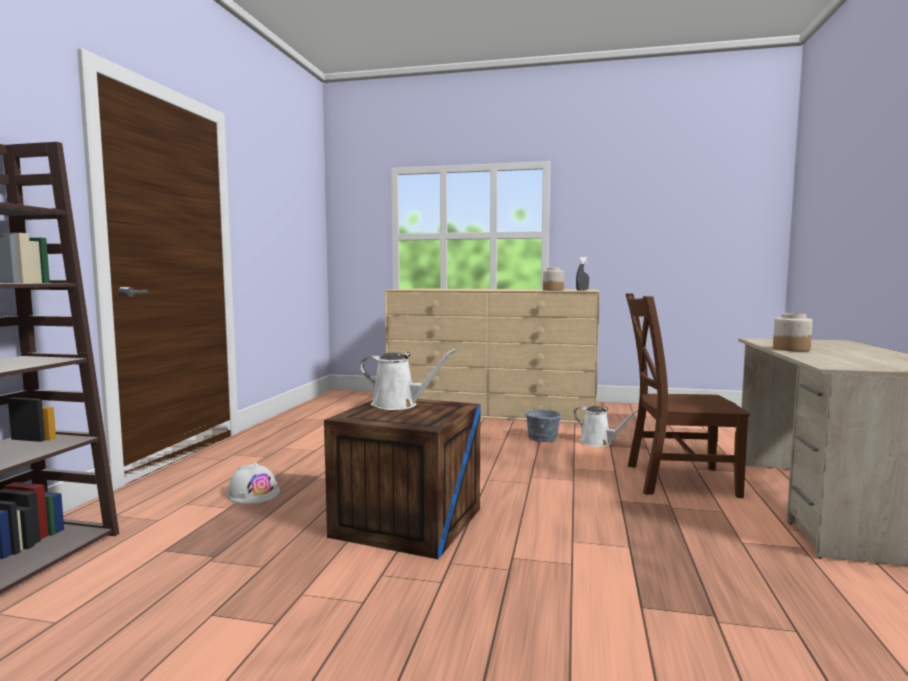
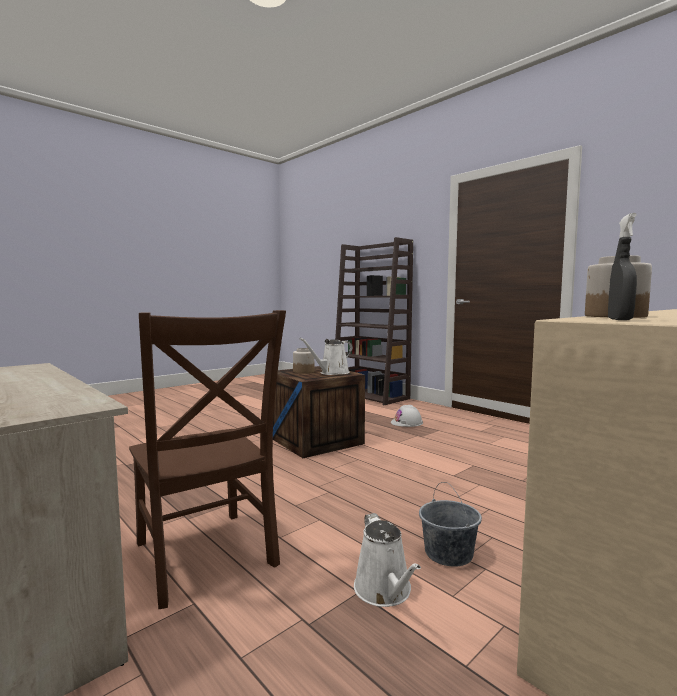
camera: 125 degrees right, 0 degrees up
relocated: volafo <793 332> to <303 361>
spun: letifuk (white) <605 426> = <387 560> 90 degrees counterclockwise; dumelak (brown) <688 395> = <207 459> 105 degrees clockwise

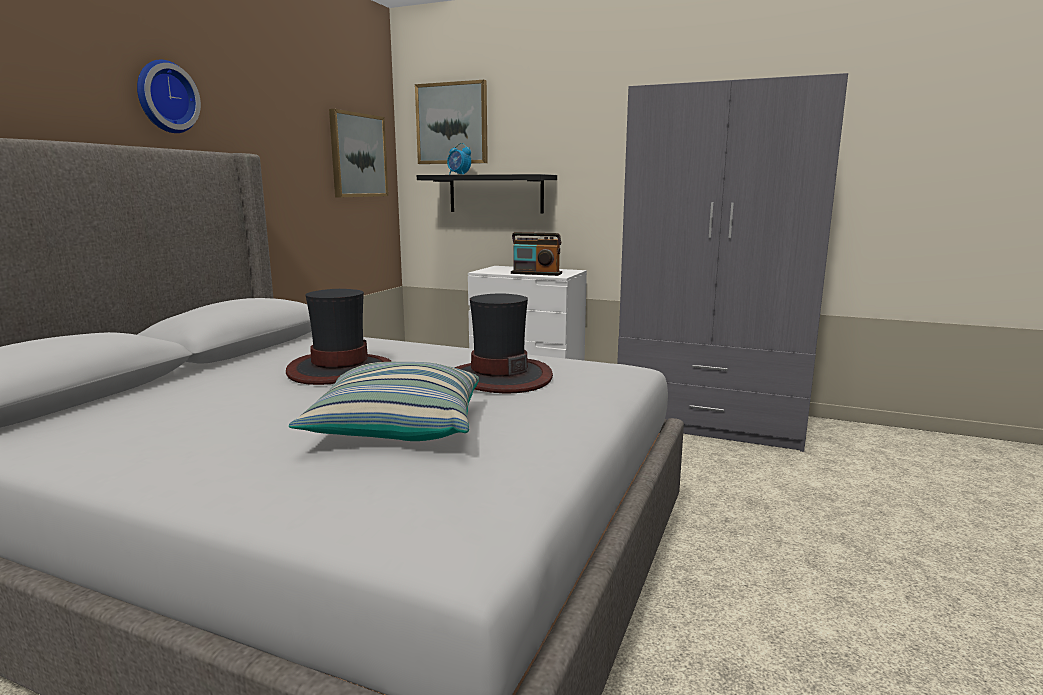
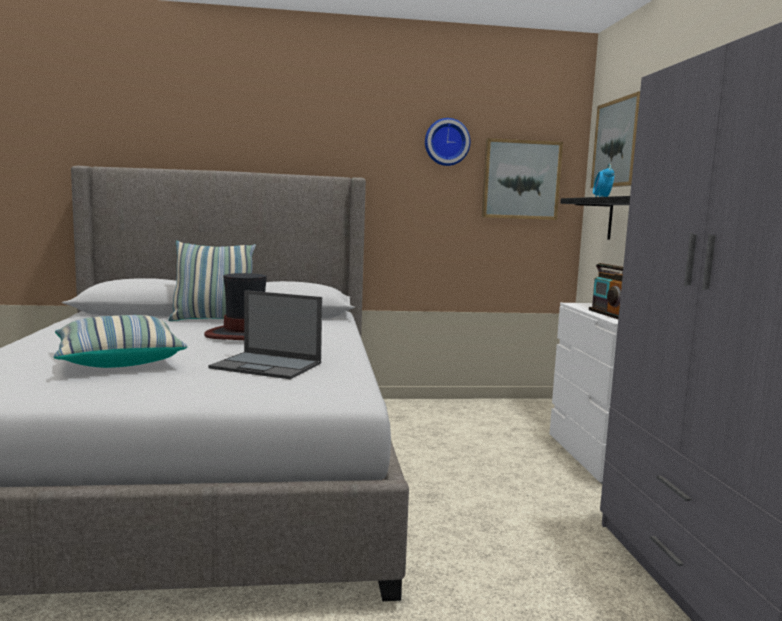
camera: 60 degrees right, 5 degrees down
appeared: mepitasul <212 281>
relocated: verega <169 96> to <447 142>
exchanged: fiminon <503 343> to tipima <265 334>

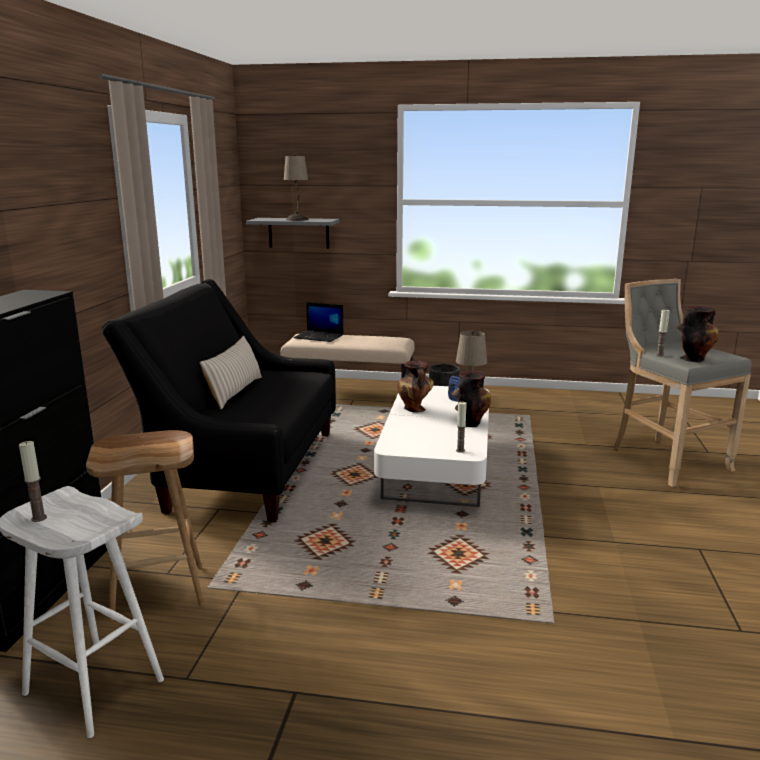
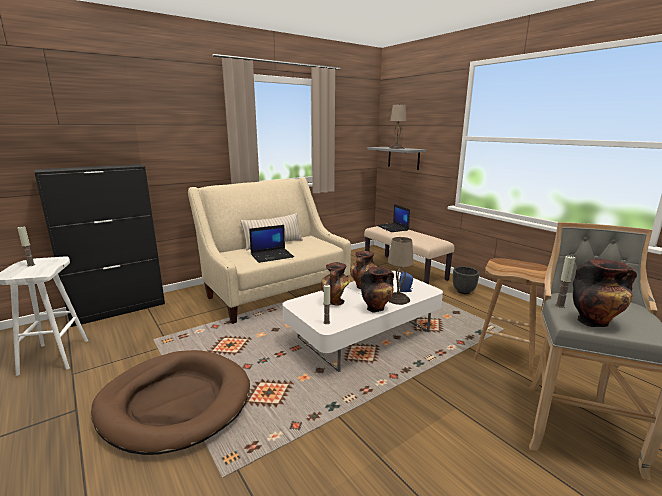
camera: 45 degrees right, 0 degrees up
appeared: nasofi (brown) <170 402>; tipima <271 244>; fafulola <335 284>
relocated: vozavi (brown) <145 525> to <511 317>
colour: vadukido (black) <219 400> to vadukido (beige) <269 251>

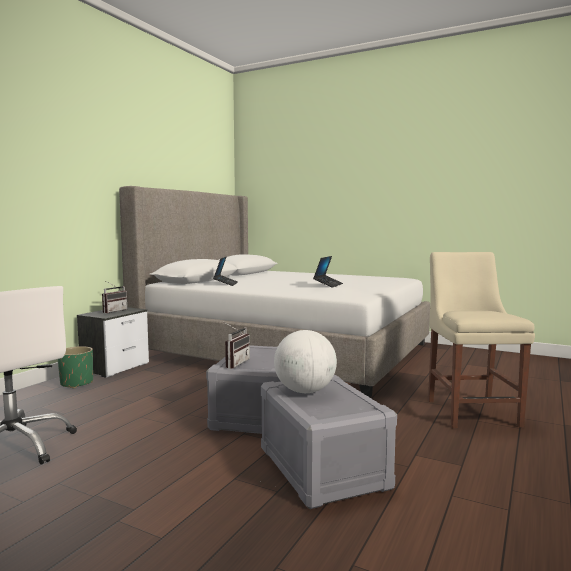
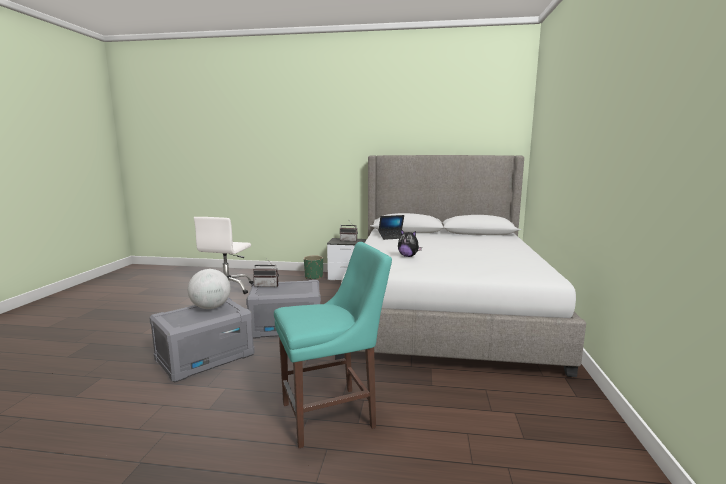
camera: 70 degrees right, 5 degrees up
exchanged: tipima <328 271> to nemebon <410 243>
colour: dumelak (beige) <481 340> to dumelak (turquoise) <333 345>

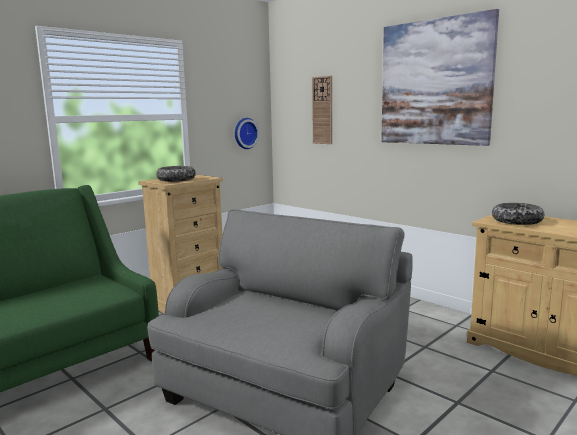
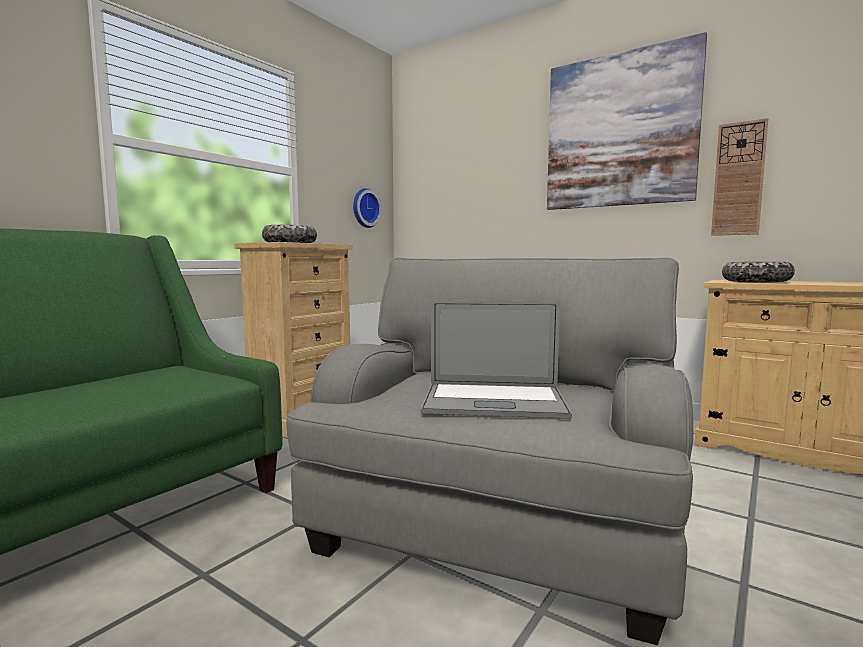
camera: 10 degrees left, 5 degrees down
appeared: tipima <496 359>
relocated: verega <322 110> to <739 177>

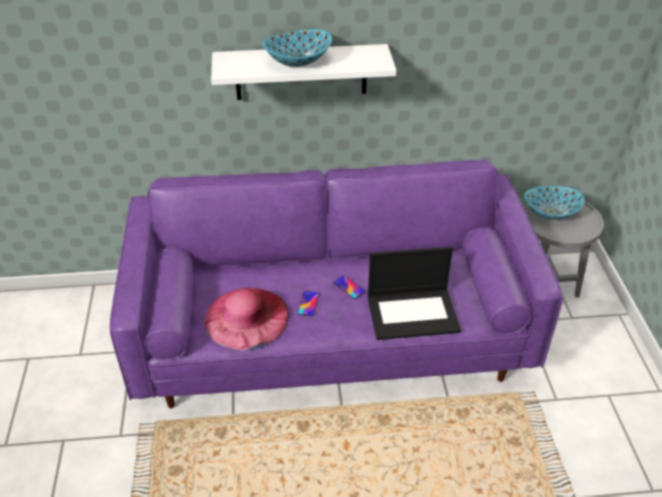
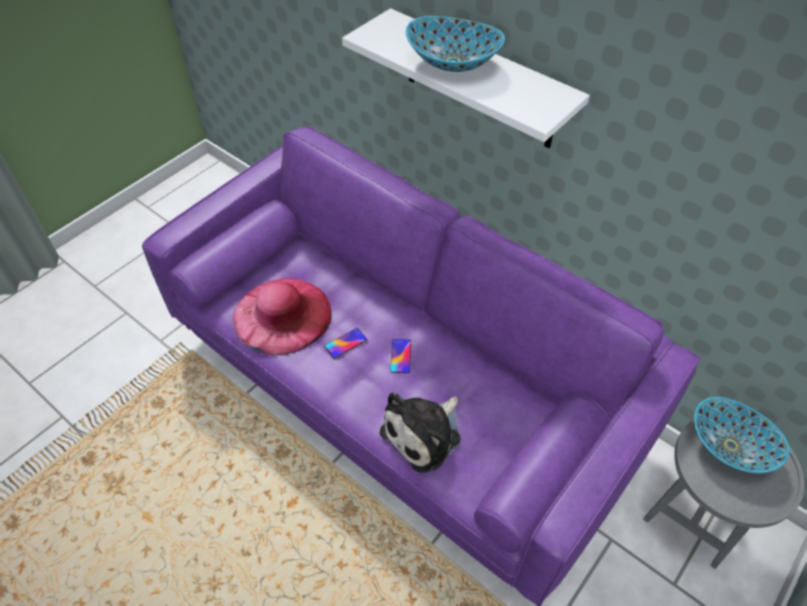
camera: 45 degrees right, 10 degrees up
exchanged: tipima <414 293> to nemebon <420 432>

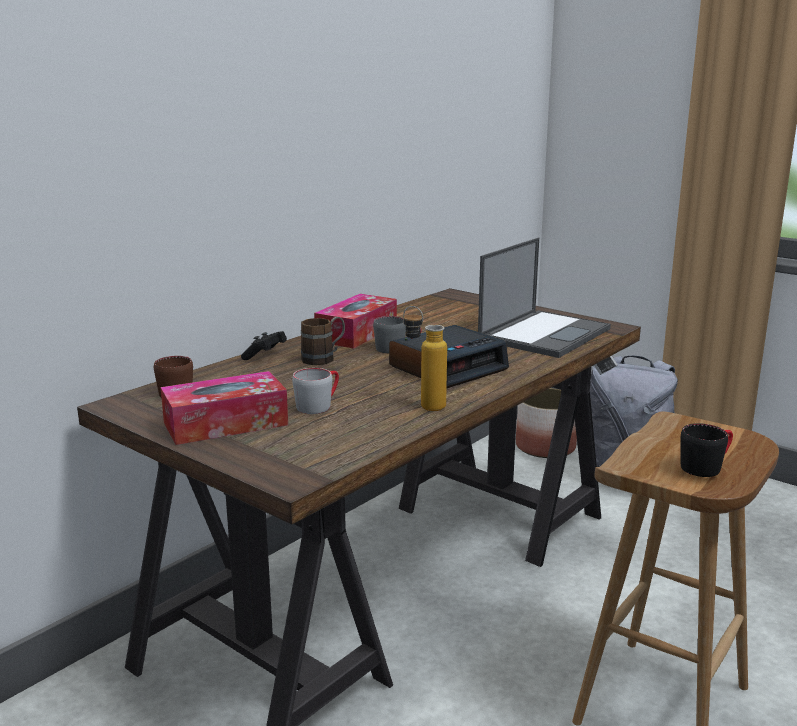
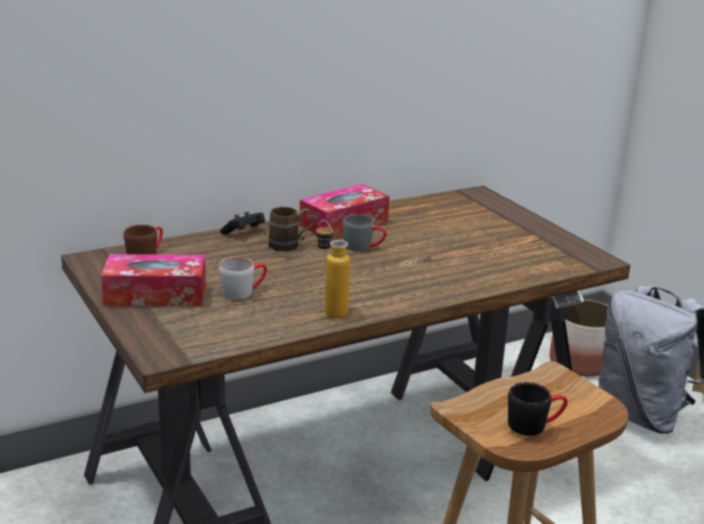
camera: 20 degrees right, 5 degrees up
missing: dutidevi <449 357>; tipima <544 298>

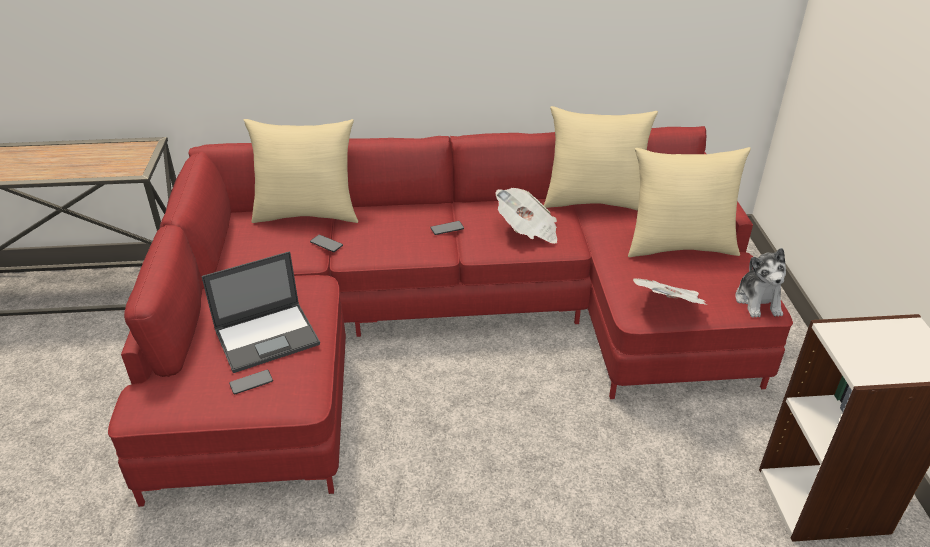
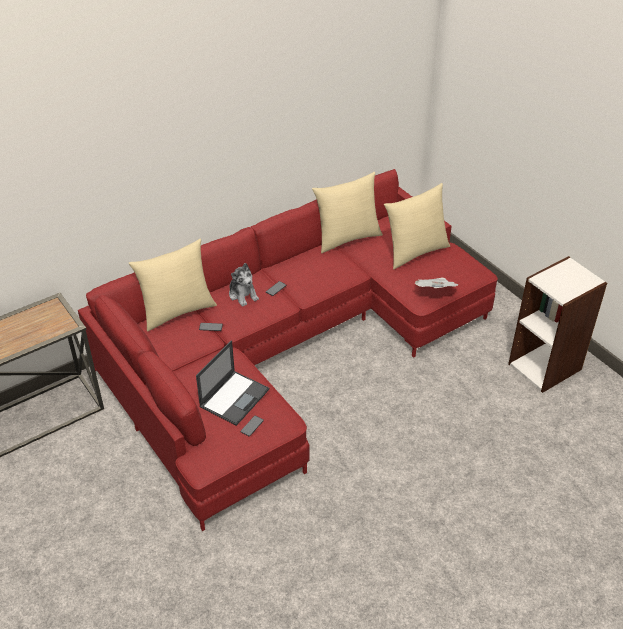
camera: 30 degrees left, 5 degrees up
missing: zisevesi <526 216>
relocated: nemebon <760 283> to <244 285>

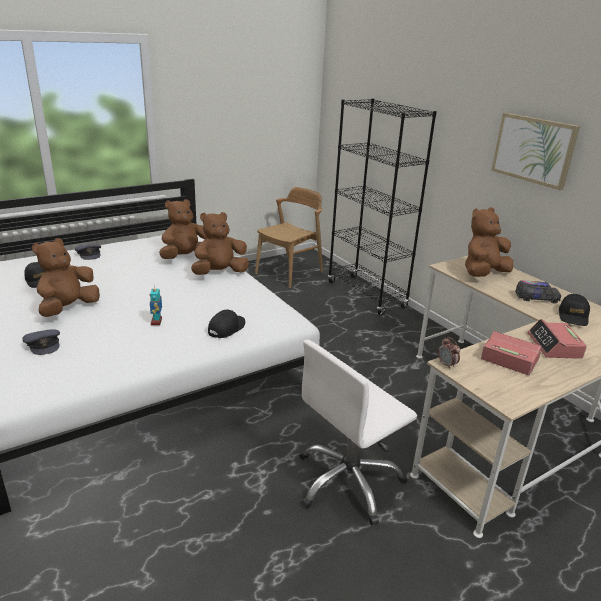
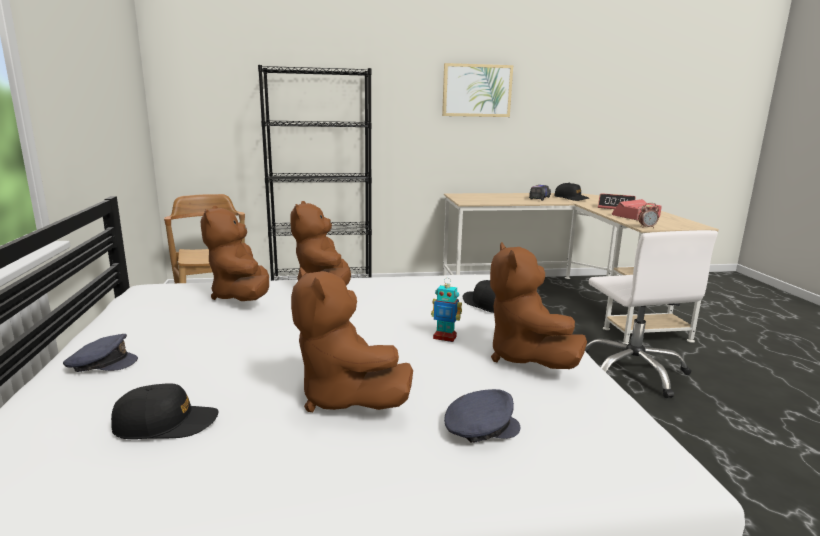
camera: 65 degrees left, 10 degrees down
relocated: nemebon (brown) <489 242> to <538 305>

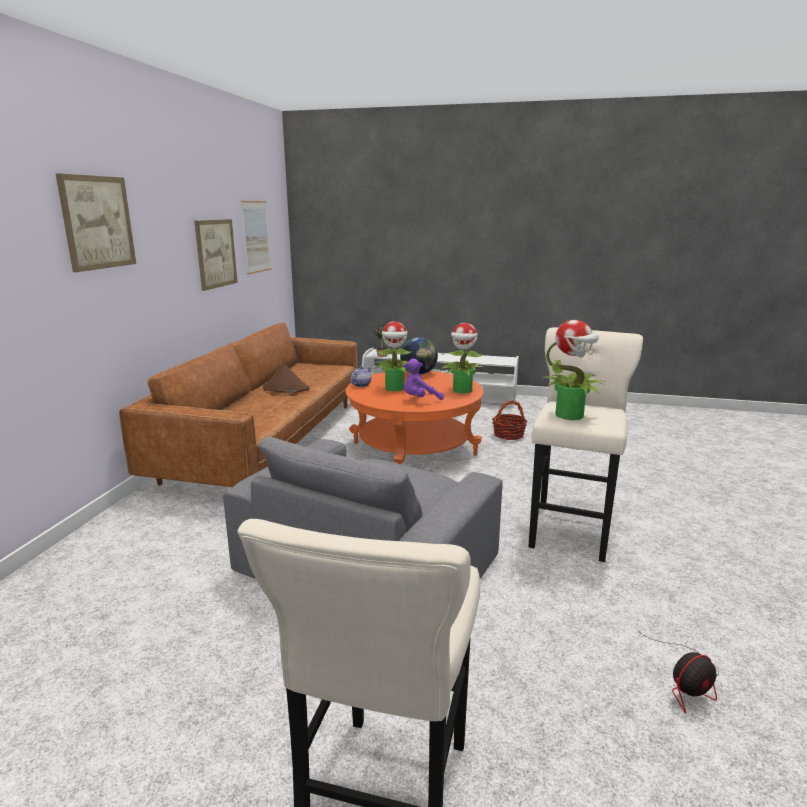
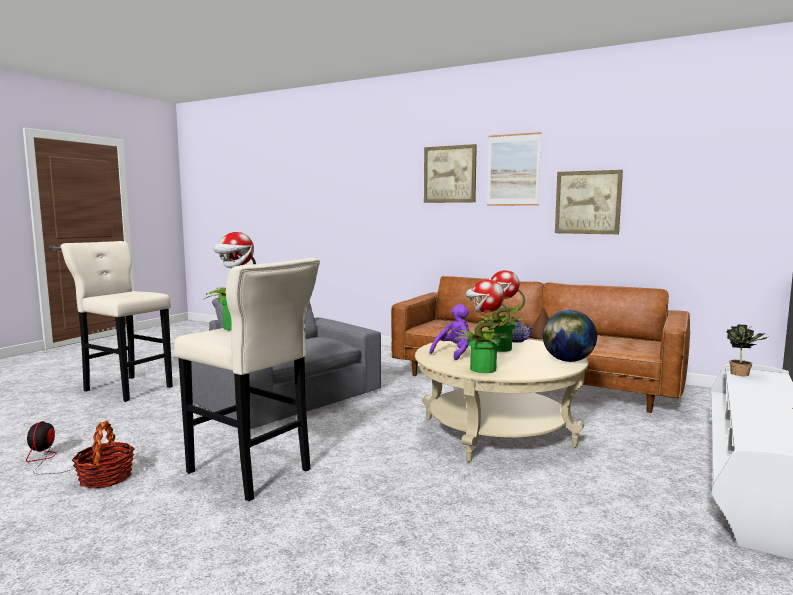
camera: 105 degrees right, 10 degrees down
relocated: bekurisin <256 238> to <514 169>; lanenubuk <510 420> to <103 455>
colour: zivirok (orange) <415 418> to zivirok (beige) <501 400>
spun: nemebon (purple) <424 379> = <449 332> 45 degrees clockwise

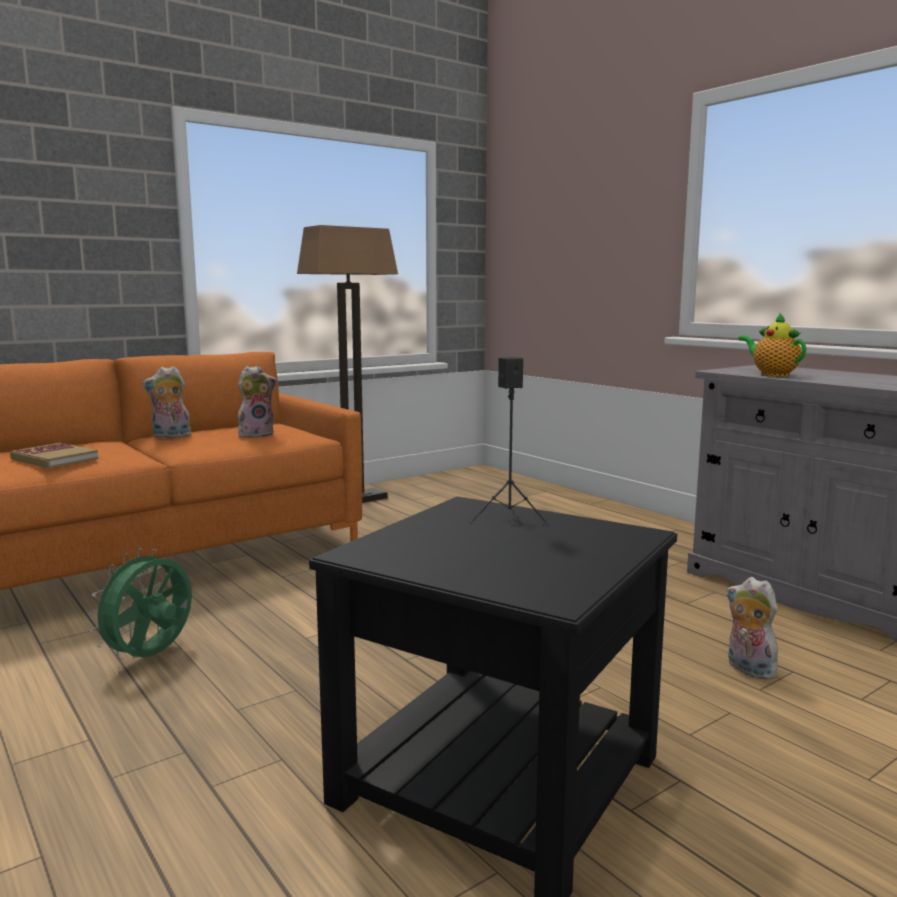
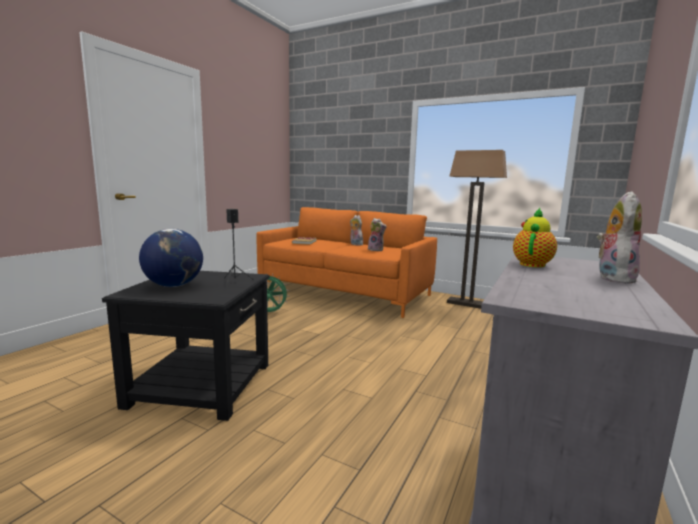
camera: 65 degrees right, 0 degrees up
appeared: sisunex <171 258>
relocated: nemebon <755 628> to <619 237>

